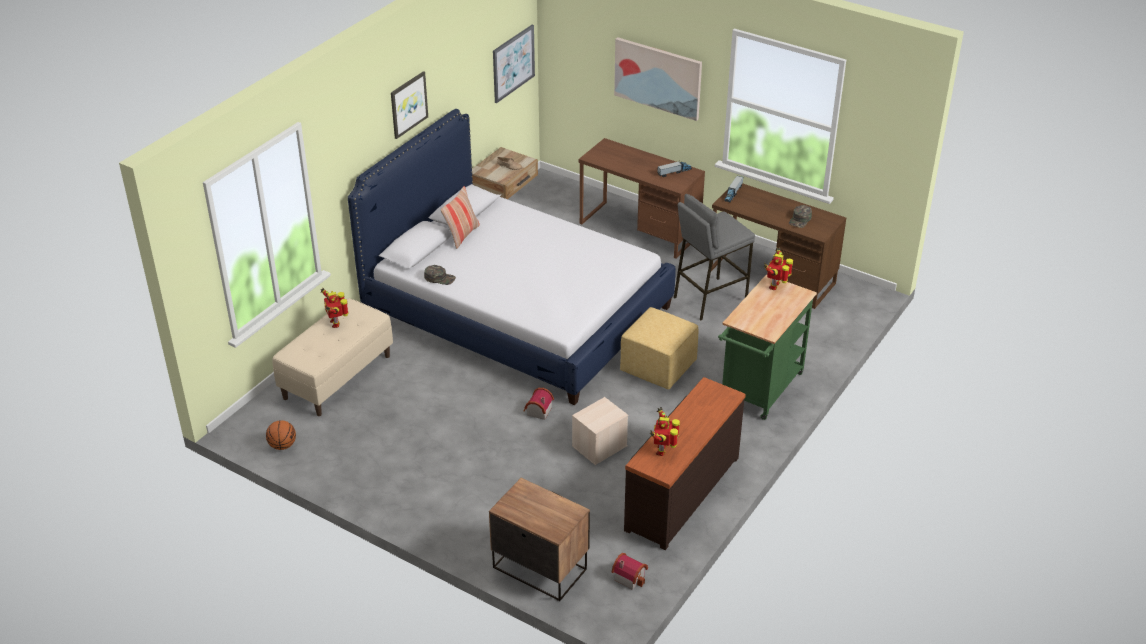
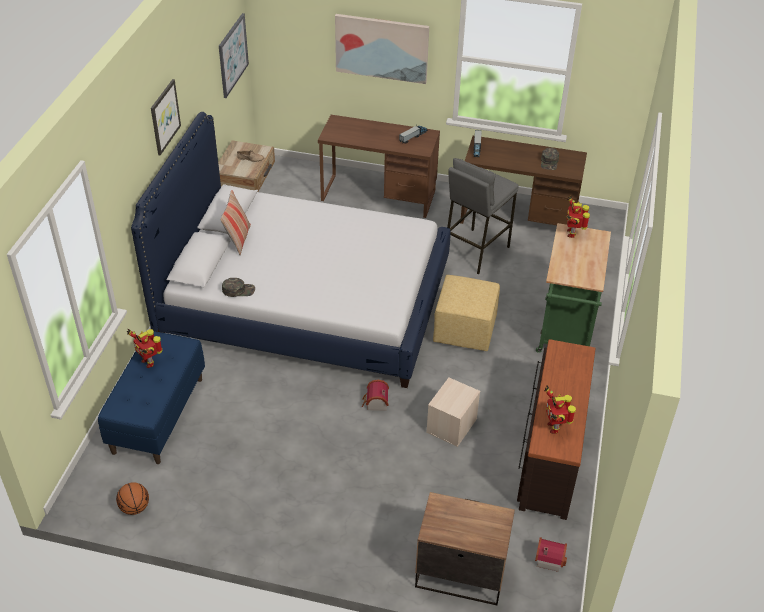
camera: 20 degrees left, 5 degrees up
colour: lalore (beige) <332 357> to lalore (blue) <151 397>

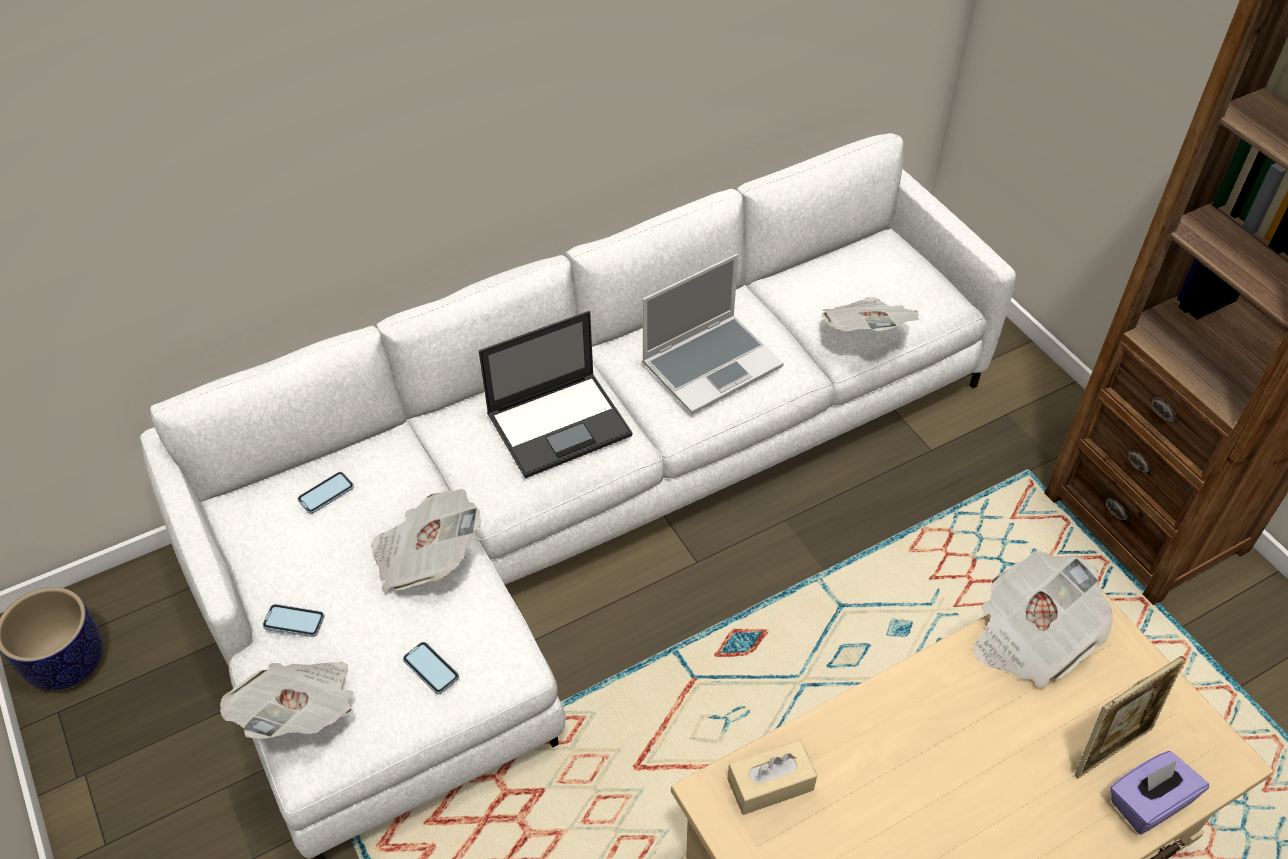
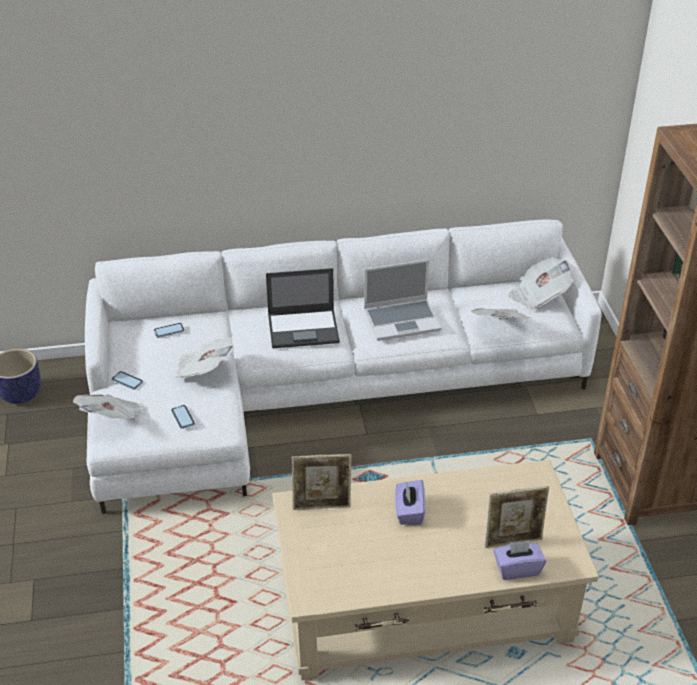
camera: 20 degrees right, 10 degrees down
appeared: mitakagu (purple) <410 502>
relocated: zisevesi <1043 619> to <540 283>
exchanged: mitakagu (beige) <772 777> to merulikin <322 482>

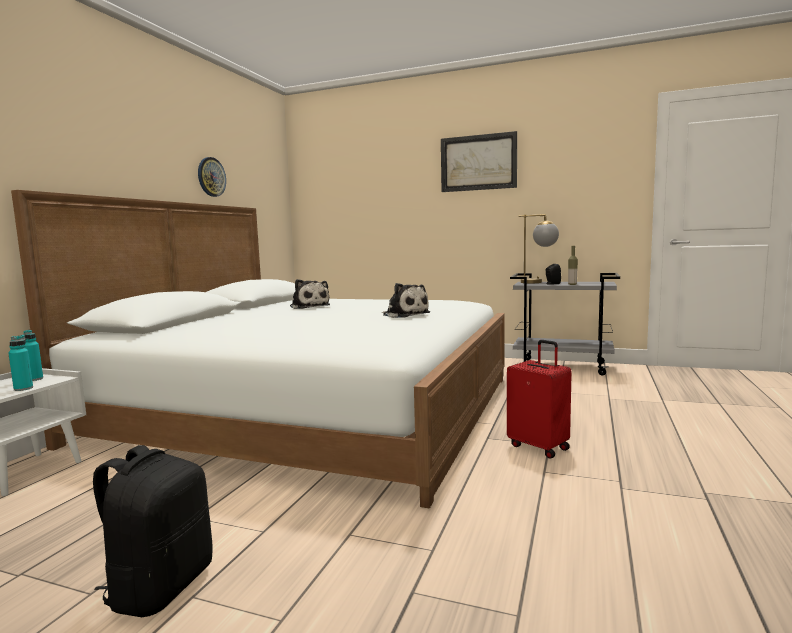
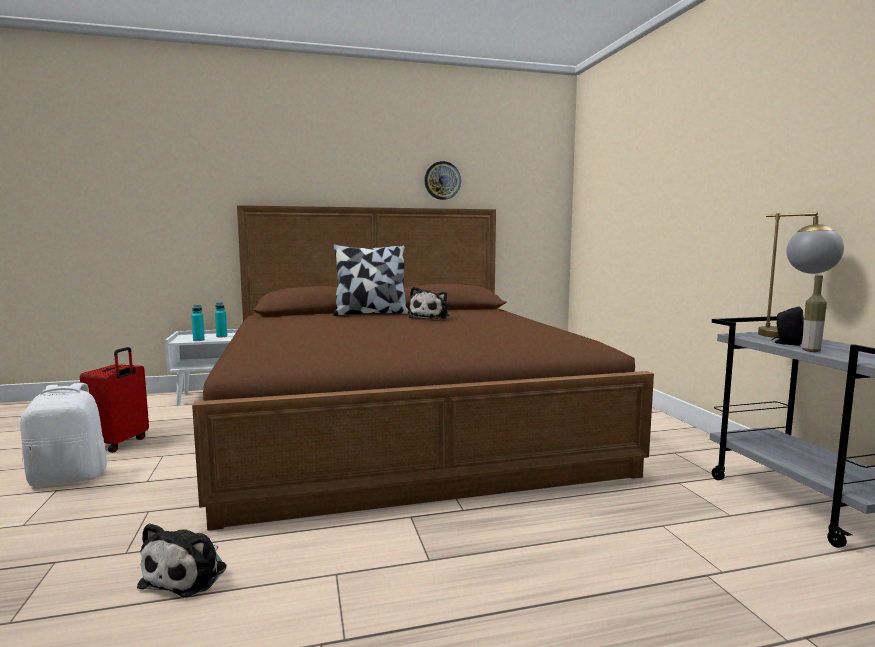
camera: 55 degrees right, 0 degrees up
missing: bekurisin <479 161>
appeared: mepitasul <371 280>
relocated: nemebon <406 300> to <182 560>; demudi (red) <539 399> to <114 399>
colour: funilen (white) <257 349> to funilen (brown) <423 368>; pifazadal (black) <153 531> to pifazadal (white) <63 434>

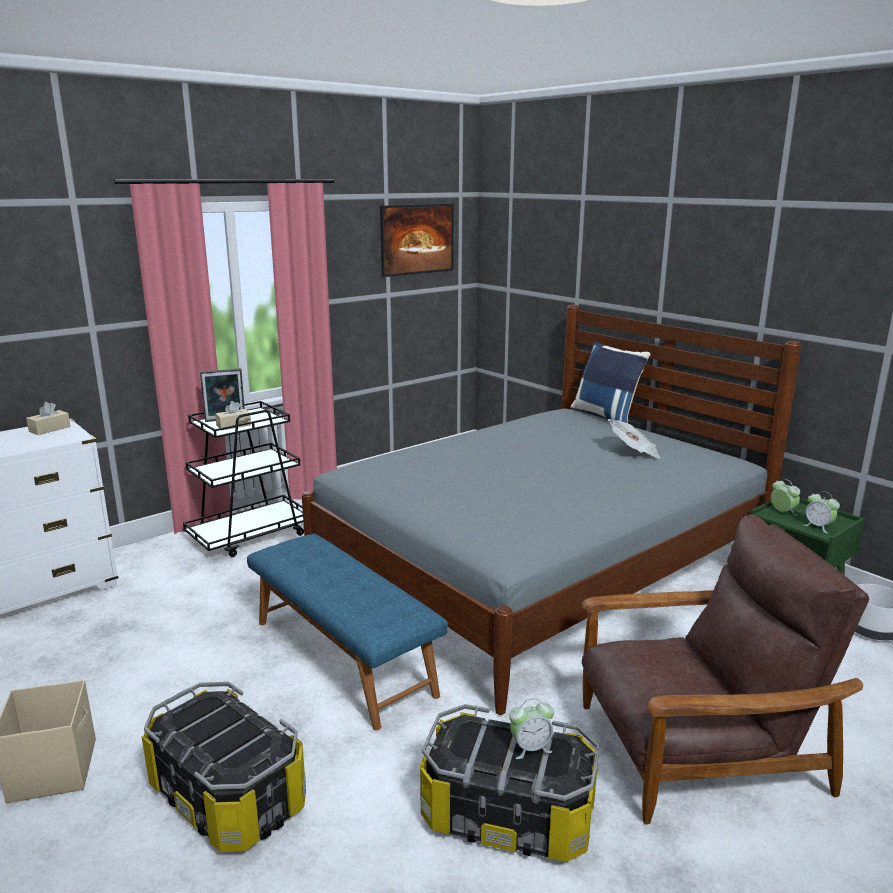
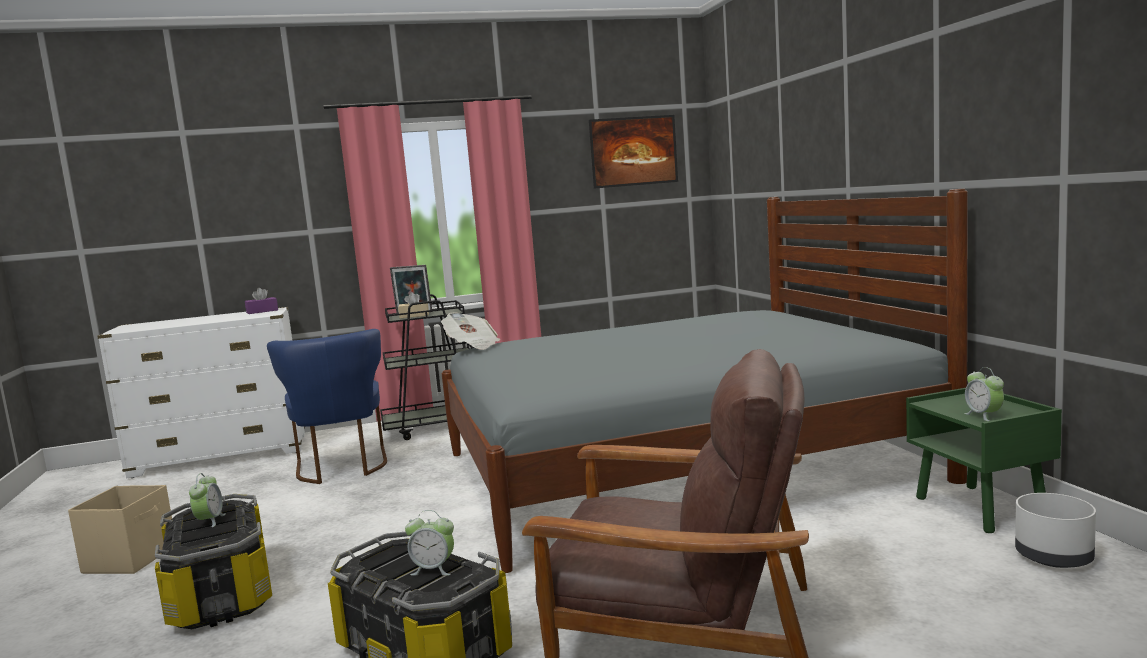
camera: 25 degrees right, 10 degrees down
missing: lalore (blue) <347 632>; mepitasul (blue) <611 382>
appeared: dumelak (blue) <327 406>
relocated: zisevesi <634 439> to <470 331>; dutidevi <785 497> to <207 500>
colour: mitakagu (beige) <48 418> to mitakagu (purple) <261 301>

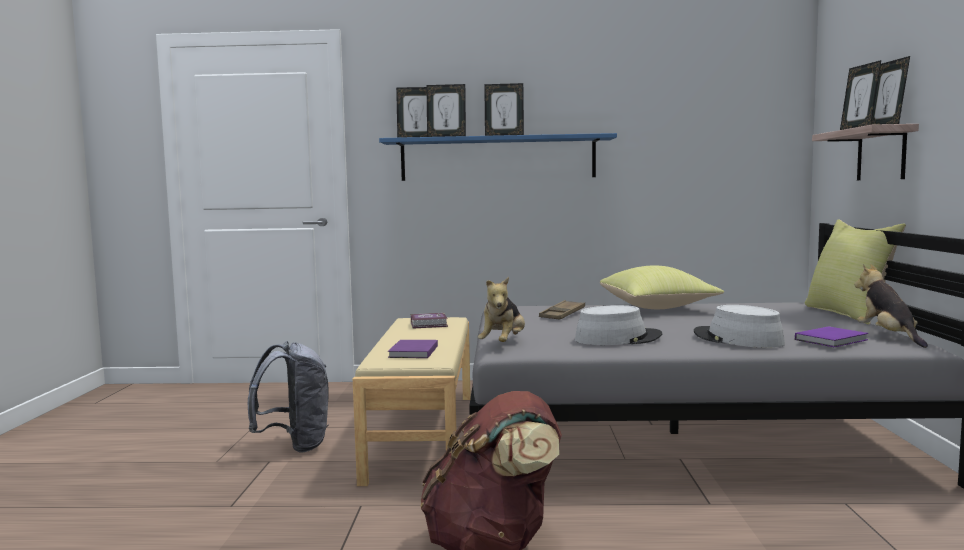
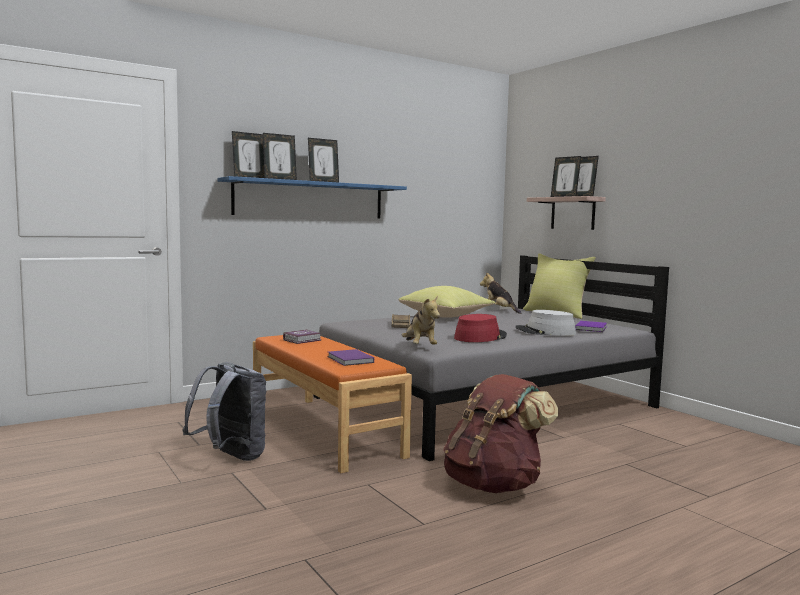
camera: 35 degrees left, 0 degrees up
relocated: nemebon <891 306> to <500 293>
colour: lalore (beige) <412 401> to lalore (orange) <332 404>; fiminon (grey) <618 325> to fiminon (red) <480 328>

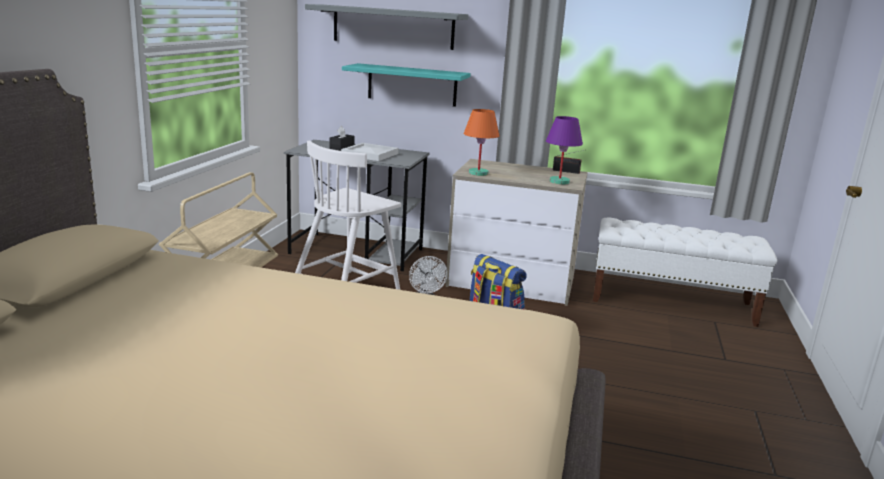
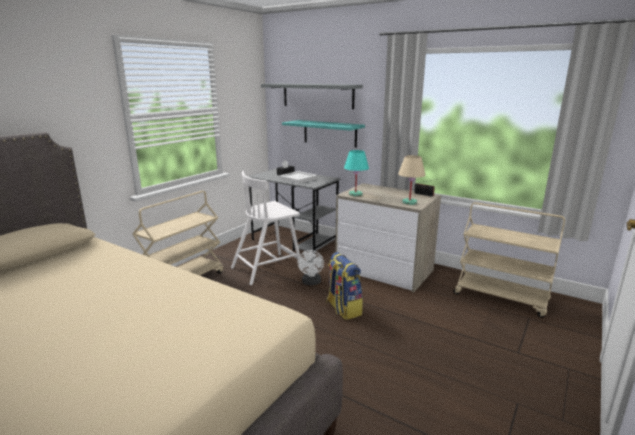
camera: 20 degrees right, 0 degrees up
exchanged: lalore (white) <685 272> to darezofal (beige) <509 260>
colour: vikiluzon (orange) <482 142> to vikiluzon (turquoise) <356 173>; vikiluzon (purple) <564 150> to vikiluzon (beige) <412 180>

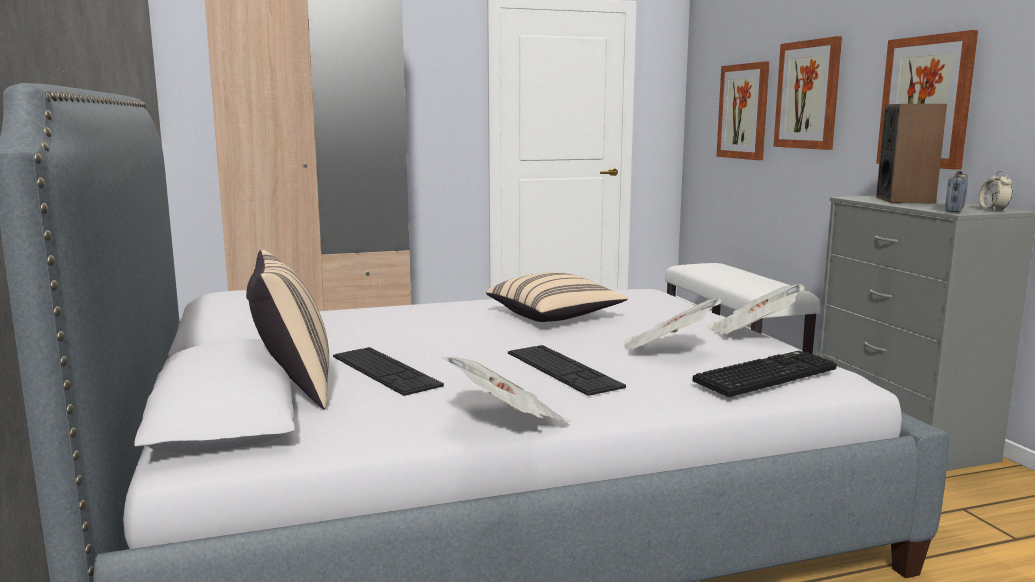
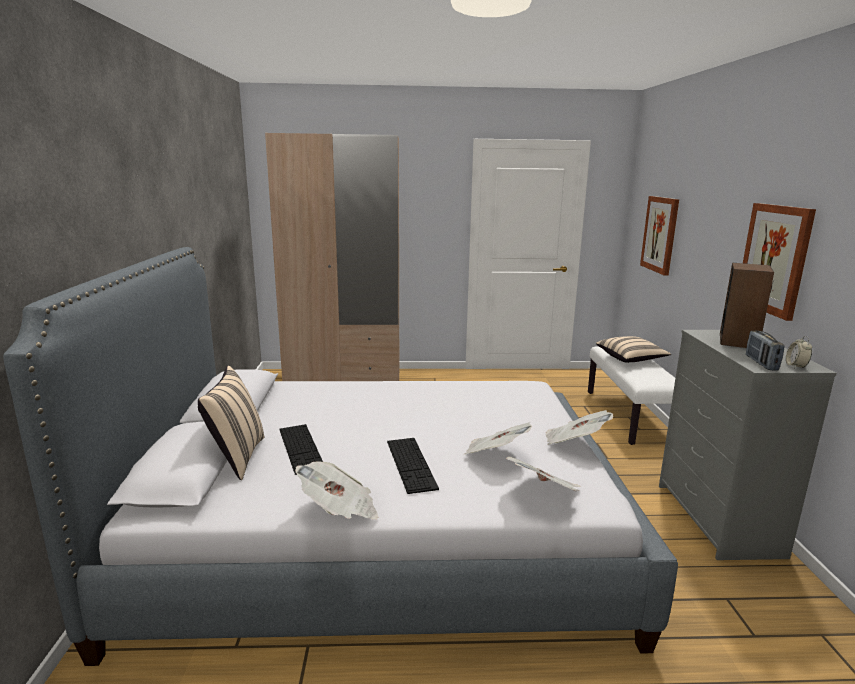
camera: 15 degrees right, 5 degrees up
missing: bekurisin <807 93>
relocated: mepitasul (beige) <557 297> to <633 349>
exchanged: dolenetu <764 374> to zisevesi <543 474>
spun: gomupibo <956 192> = <765 351> 45 degrees counterclockwise

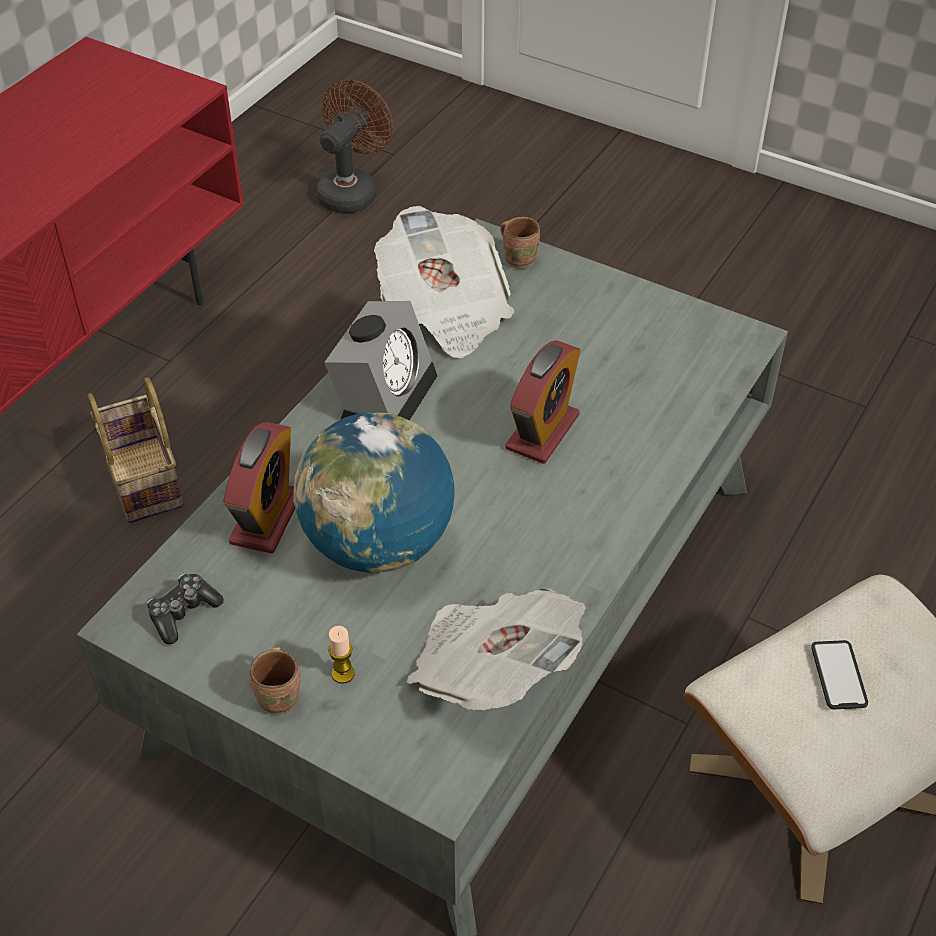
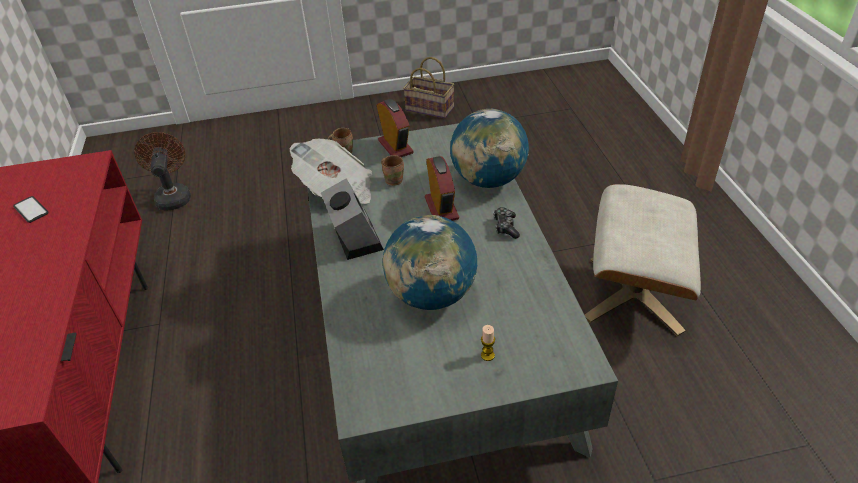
camera: 40 degrees left, 5 degrees down
missing: zisevesi <496 649>
appeared: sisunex <489 148>
relocated: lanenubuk <135 450> to <428 87>; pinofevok <185 609> to <506 223>; dutidevi <259 488> to <395 128>; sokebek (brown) <275 680> to <392 170>; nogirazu <839 674> to <30 209>

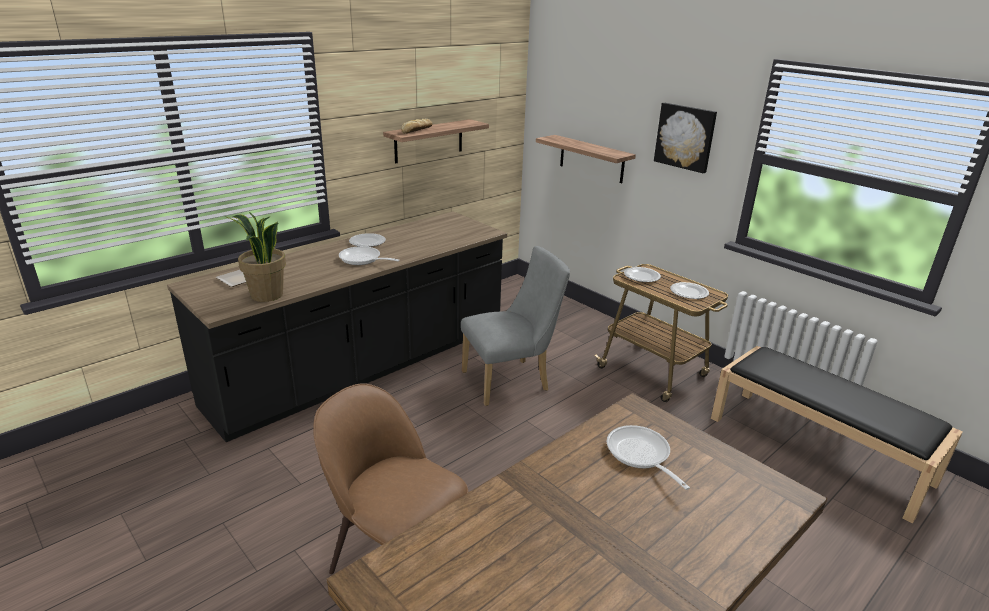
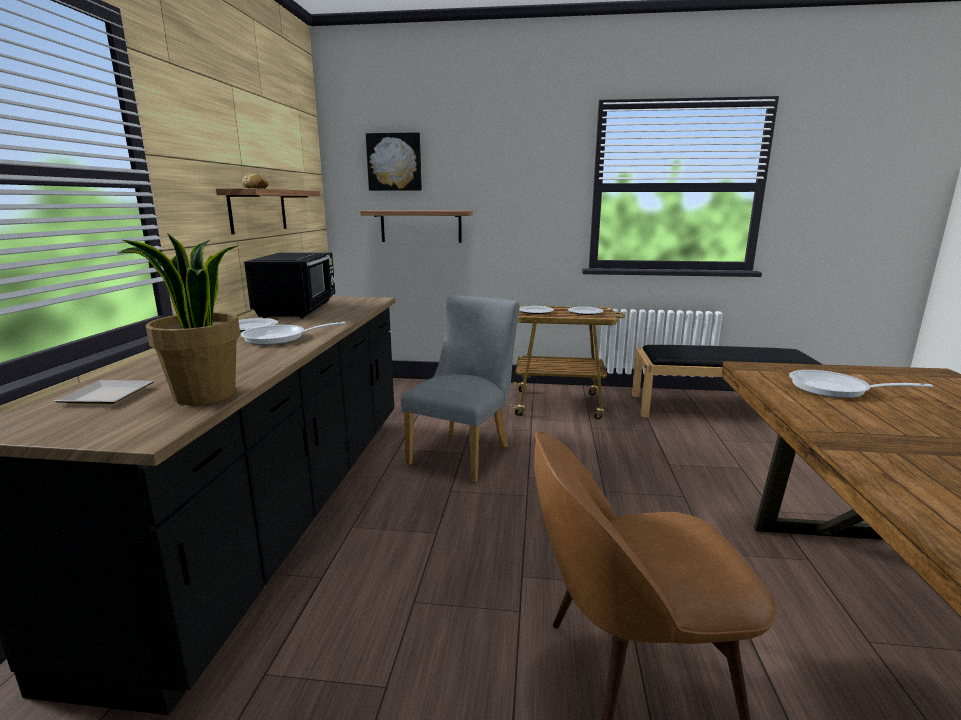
camera: 40 degrees left, 10 degrees down
appeared: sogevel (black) <289 285>
relocated: bekurisin <685 138> to <394 161>

